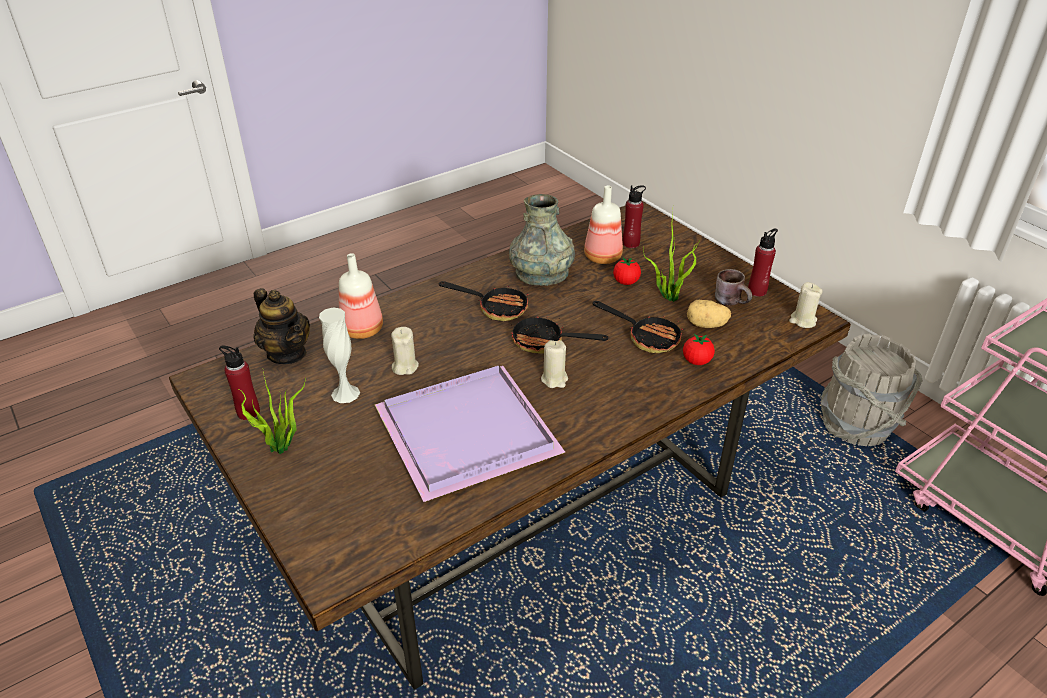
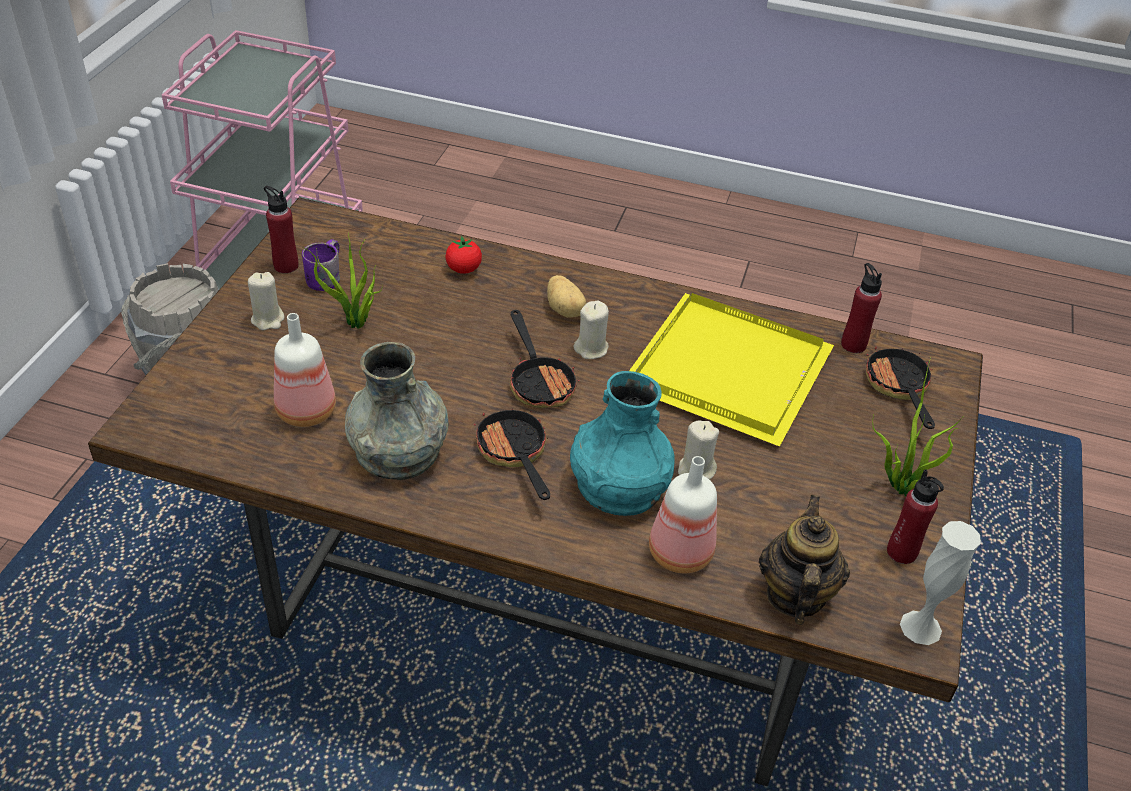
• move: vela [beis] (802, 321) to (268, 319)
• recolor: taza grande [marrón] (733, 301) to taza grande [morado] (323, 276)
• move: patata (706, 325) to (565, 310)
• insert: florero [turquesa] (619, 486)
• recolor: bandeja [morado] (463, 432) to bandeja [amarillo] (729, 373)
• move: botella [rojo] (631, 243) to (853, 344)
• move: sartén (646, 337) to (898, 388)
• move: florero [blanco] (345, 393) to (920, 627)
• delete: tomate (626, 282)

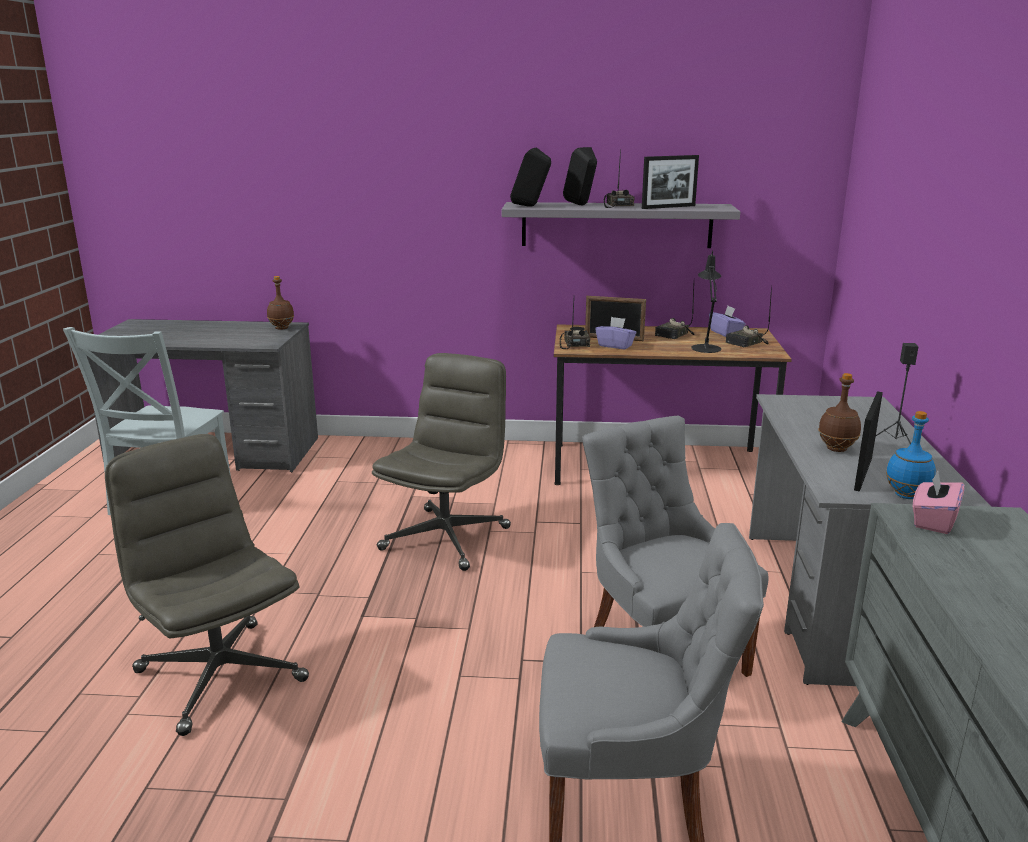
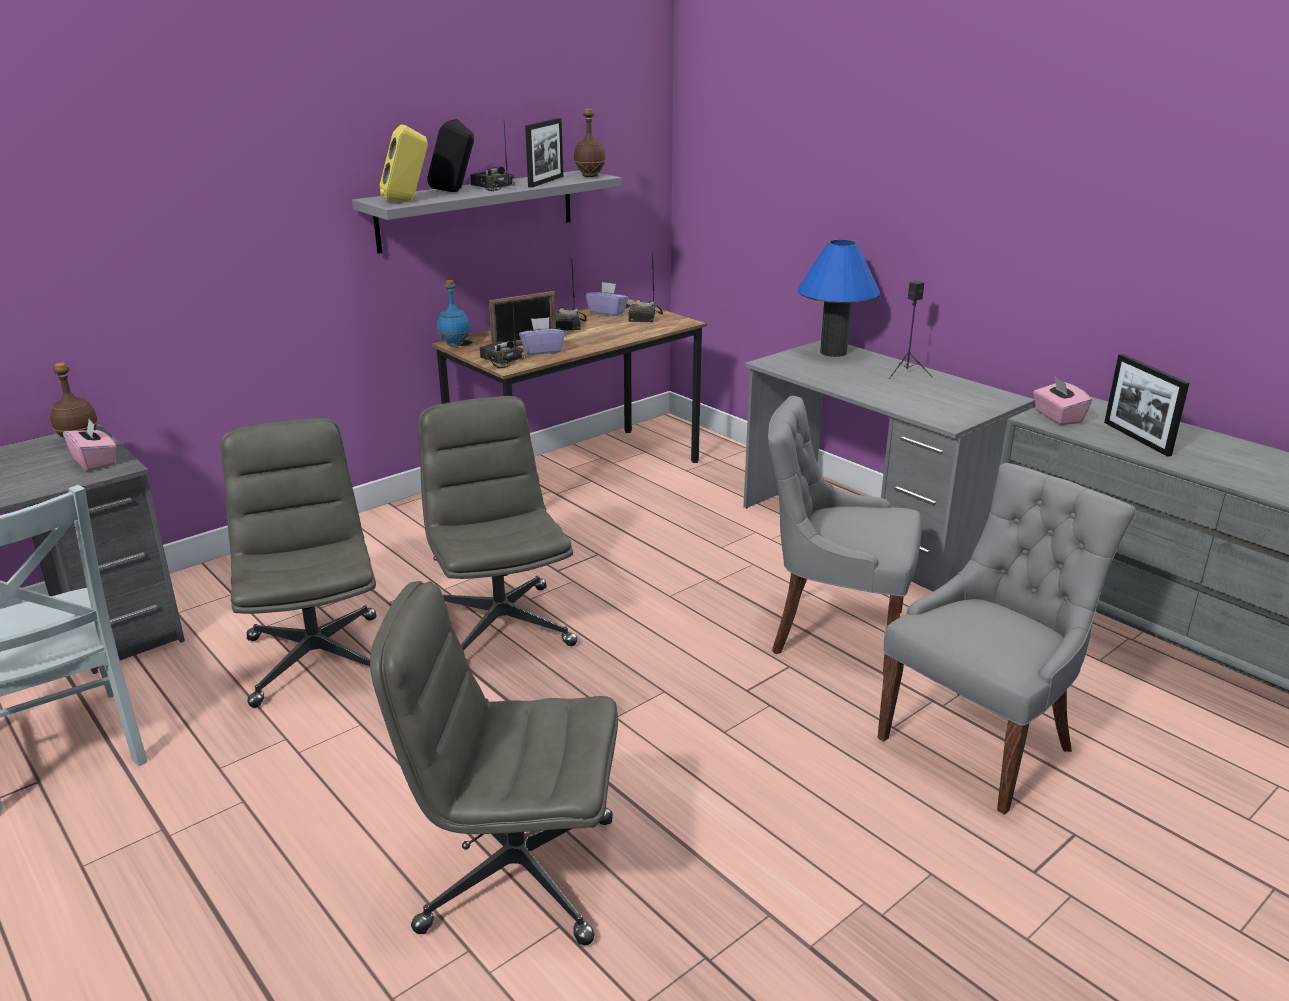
• insert: caja de pañuelos [rosa] (95, 462)
• insert: silla de oficina [gris] (316, 658)
• recolor: altavoz [negro] (531, 206) to altavoz [amarillo] (407, 201)
• move: botella [azul] (906, 496) to (454, 345)
• move: botella [marrón] (836, 449) to (590, 176)
• insert: lámpara de mesa [azul] (833, 352)
• move: portarretratos (863, 473) to (1136, 438)
• delete: lámpara de mesa [negro] (705, 347)

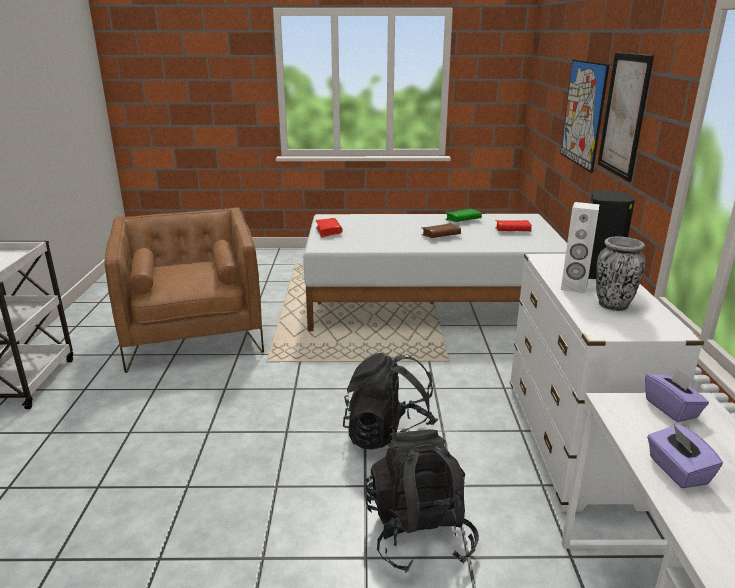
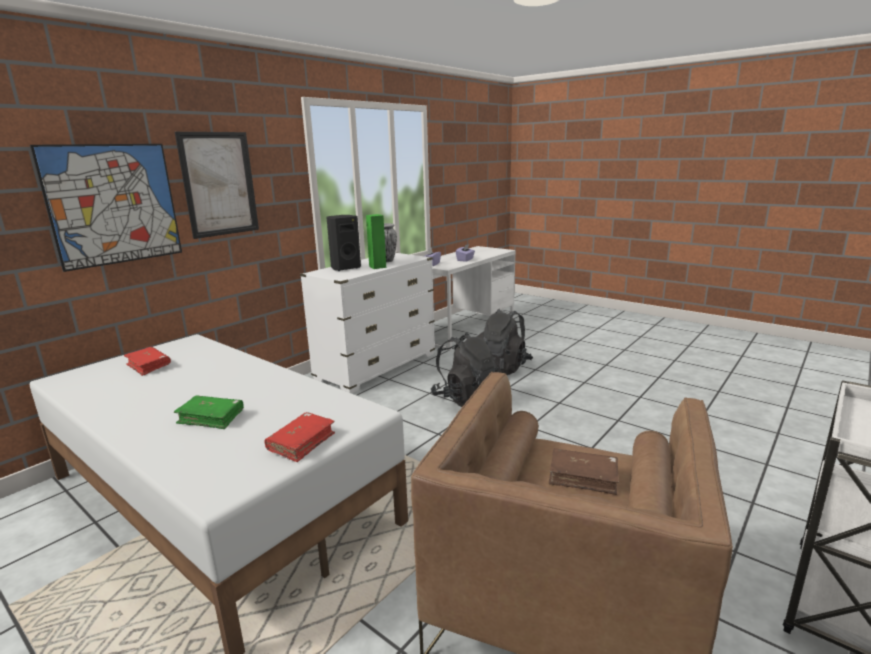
• move: libro [verde] (463, 220) to (211, 418)
• recolor: altavoz [blanco] (574, 287) to altavoz [verde] (378, 267)
• move: libro [marrón] (441, 236) to (583, 477)

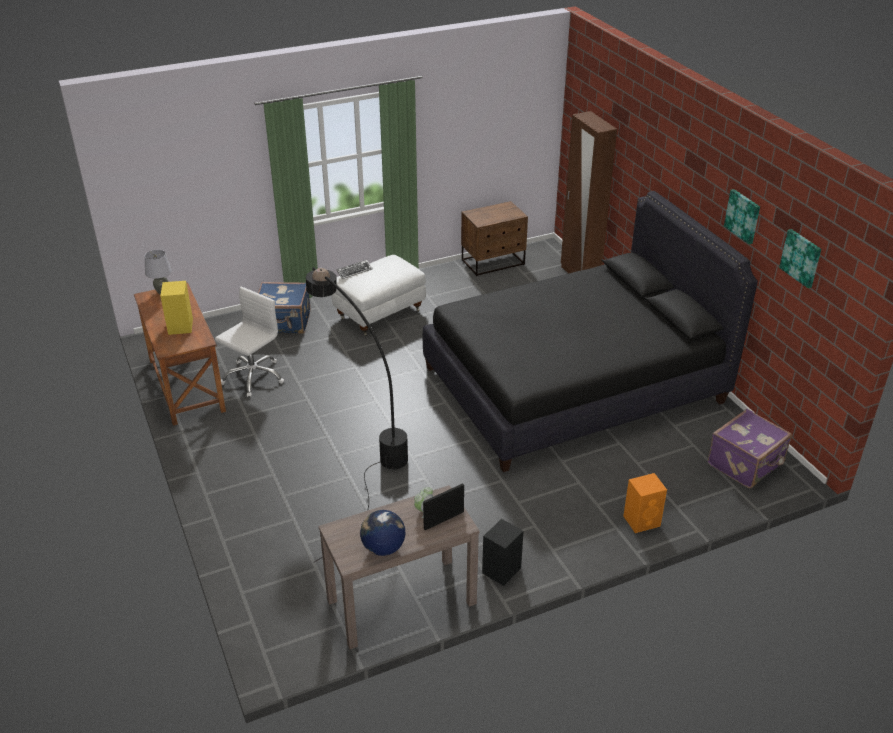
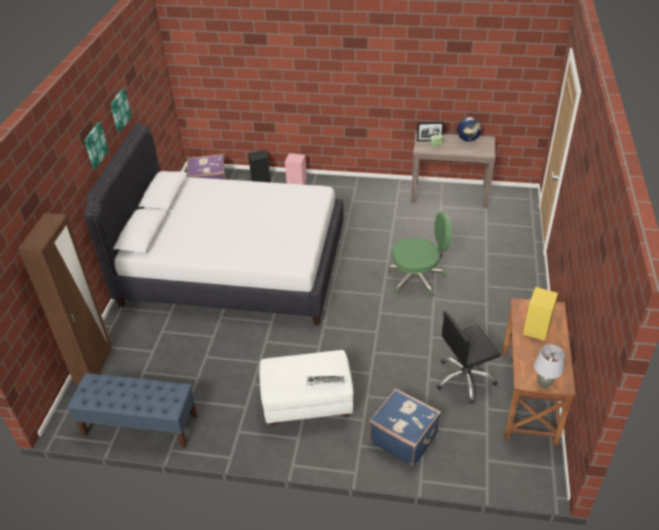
• replace: mesita de noche [marrón] (493, 262) to banco [azul] (140, 425)
• move: cuadro (801, 258) to (95, 145)
• recolor: cama [negro] (573, 384) to cama [blanco] (234, 267)
• move: altavoz [negro] (501, 571) to (261, 179)
• recolor: altavoz [naranja] (642, 521) to altavoz [rosa] (296, 183)
• replace: lámpara de pie [negro] (360, 451) to silla de oficina [verde] (417, 278)
• recolor: silla de oficina [blanco] (253, 377) to silla de oficina [negro] (464, 379)

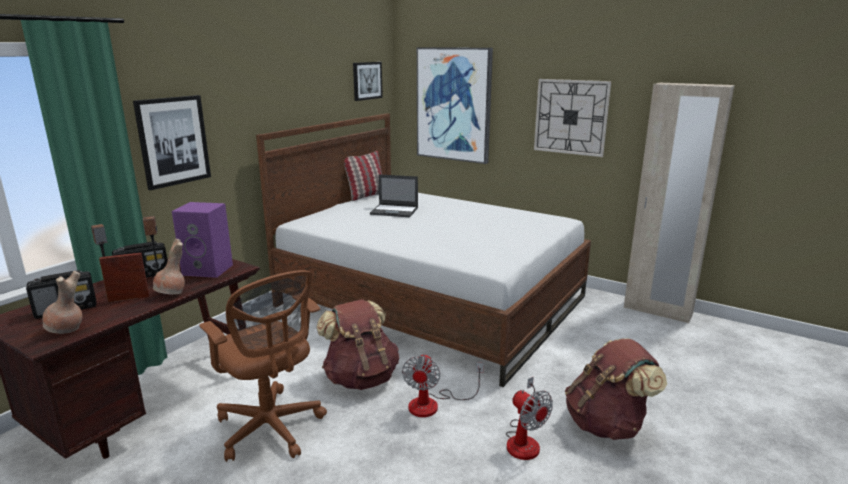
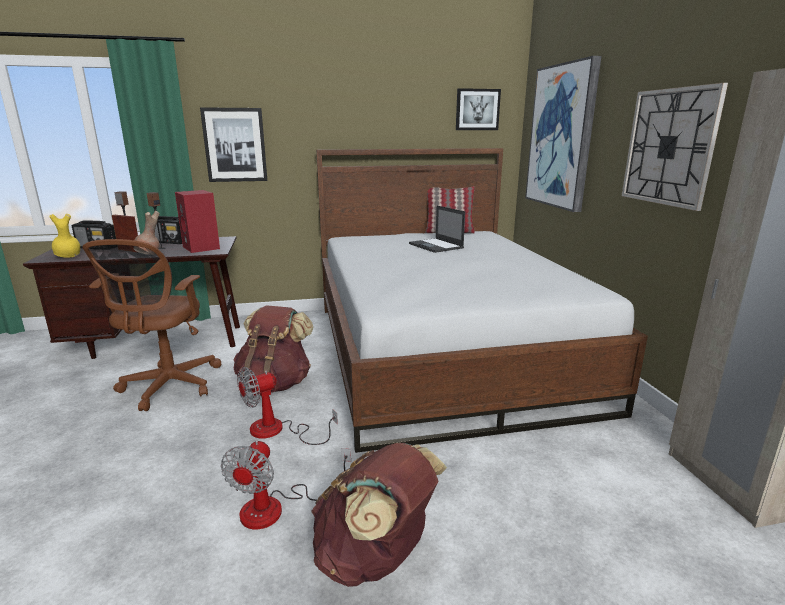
• recolor: florero [marrón] (66, 330) to florero [amarillo] (68, 256)
• recolor: altavoz [morado] (209, 269) to altavoz [rojo] (202, 248)

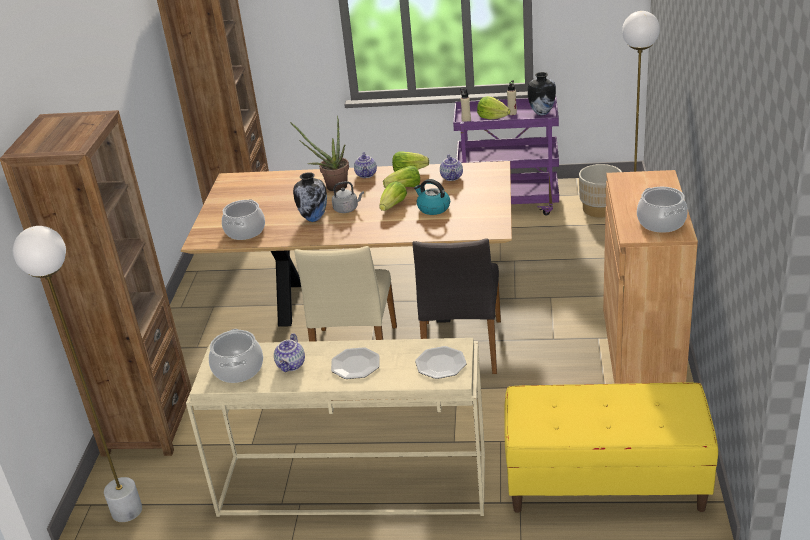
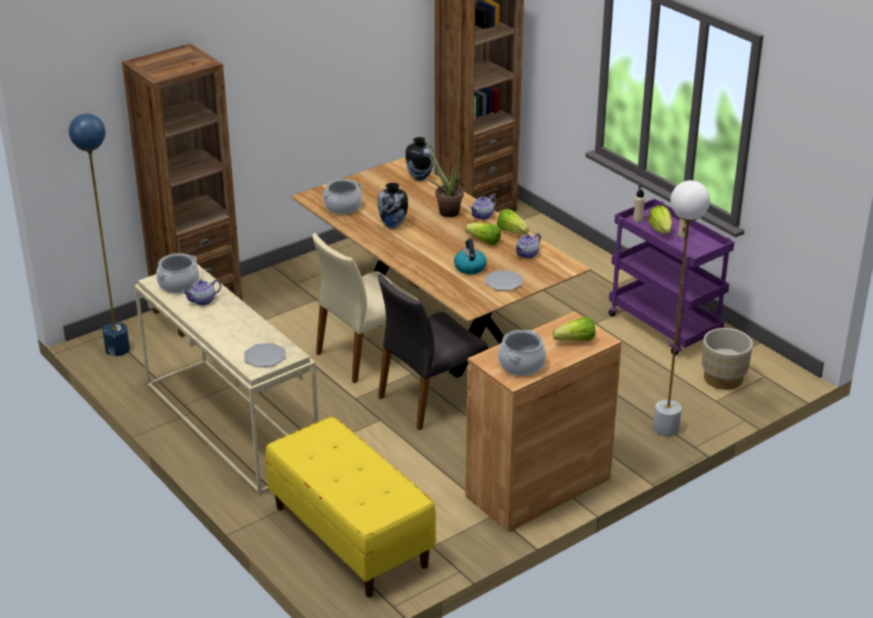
• recolor: lámpara de pie [blanco] (126, 511) to lámpara de pie [azul] (117, 349)
• move: florero (541, 113) to (420, 177)
• move: plato (355, 364) to (503, 281)
• move: lechuga (393, 206) to (576, 341)
• delete: hervidor [gris] (347, 209)

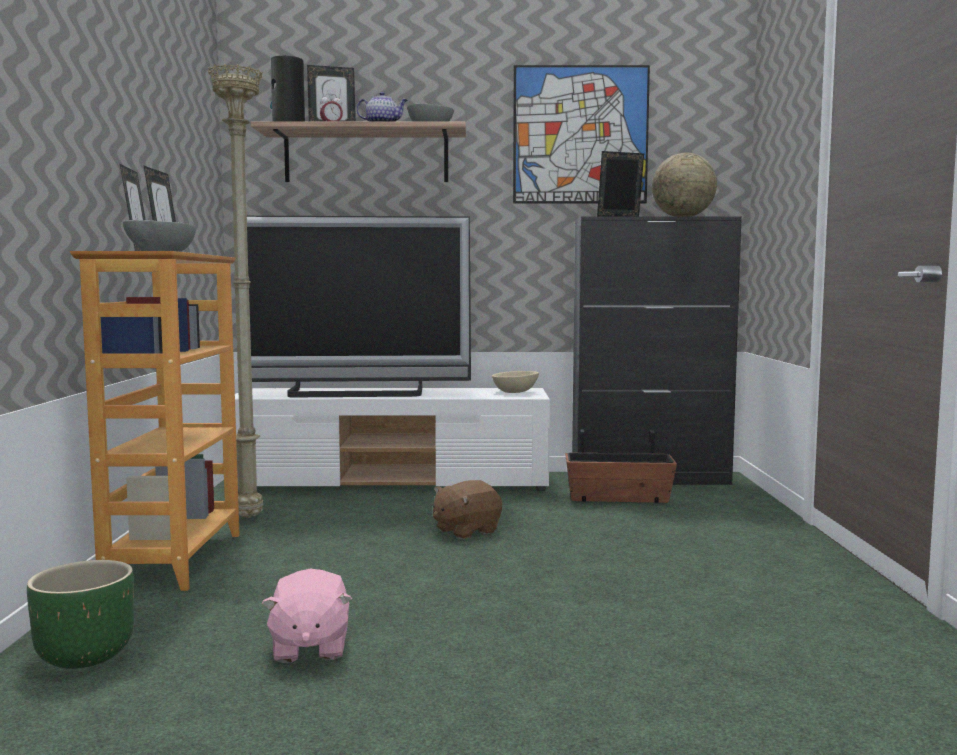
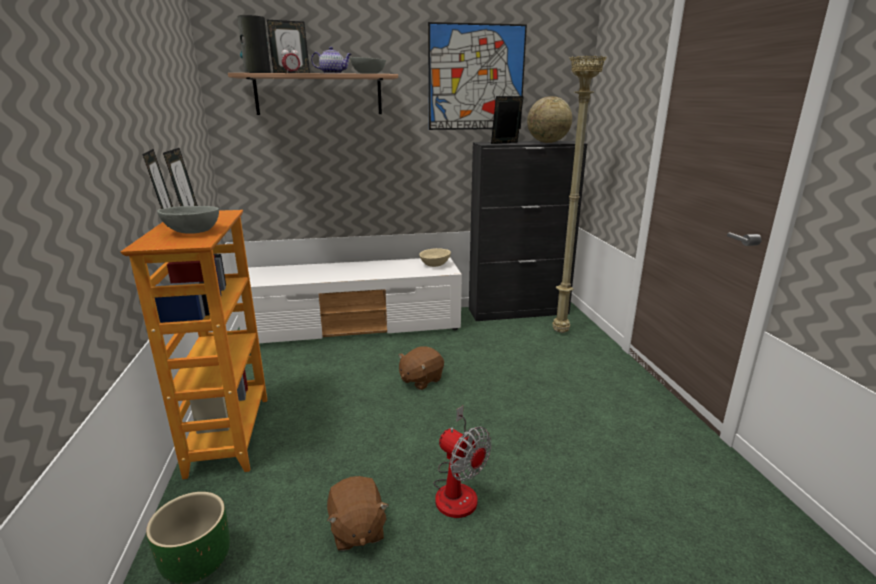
• recolor: peluche [rosa] (309, 648) to peluche [marrón] (356, 530)
• insert: ventilador (457, 489)
• move: lámpara de pie [beis] (249, 517) to (560, 331)
• delete: televisor (357, 393)
• delete: maceta (618, 498)

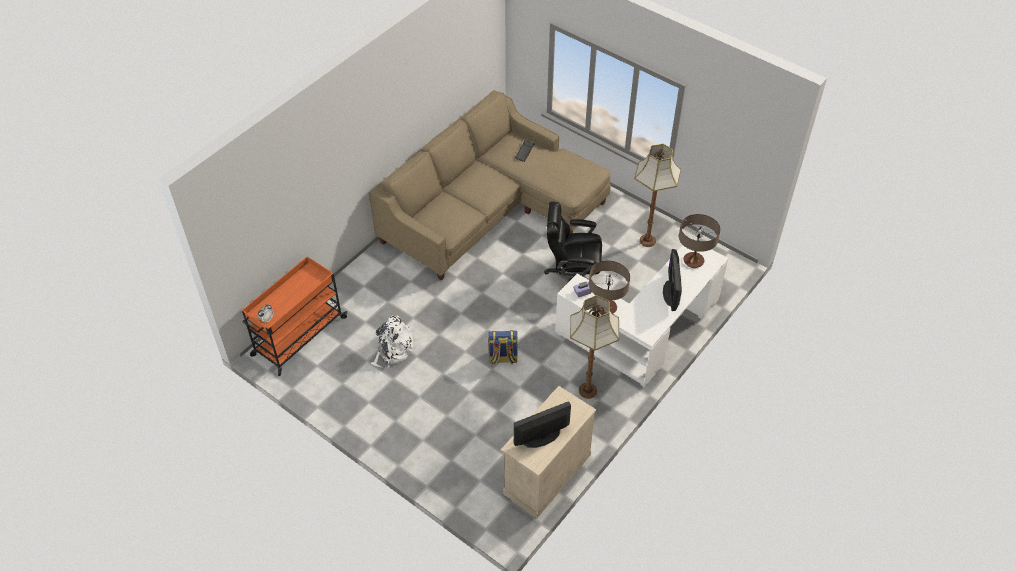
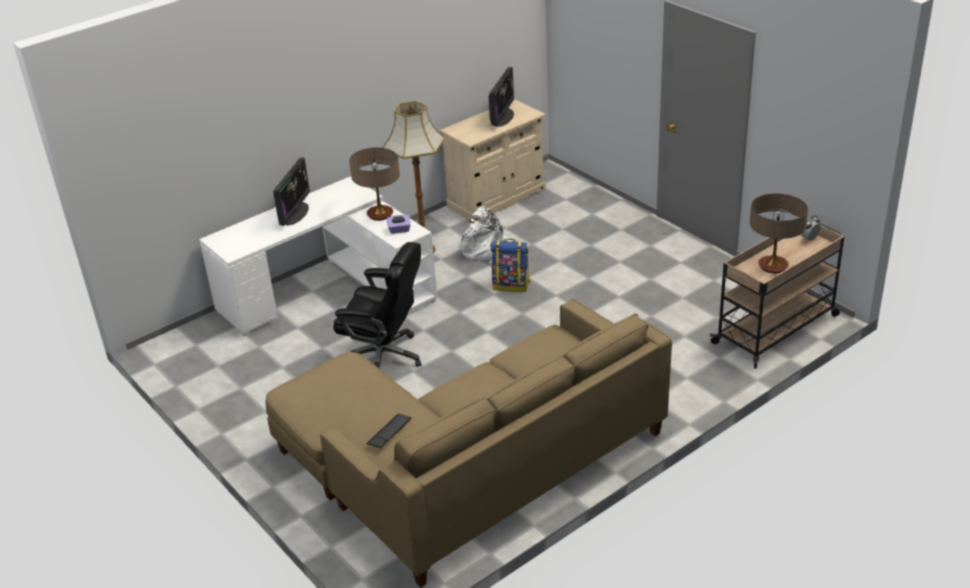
• move: mochila [blanco] (393, 350) to (486, 250)
• rotate: monitor (541, 437) = (502, 117) 60 degrees counterclockwise
• recolor: carrito [naranja] (298, 337) to carrito [beis] (776, 329)
• move: lámpara de mesa (693, 261) to (773, 266)
• delete: lámpara de pie (648, 240)

